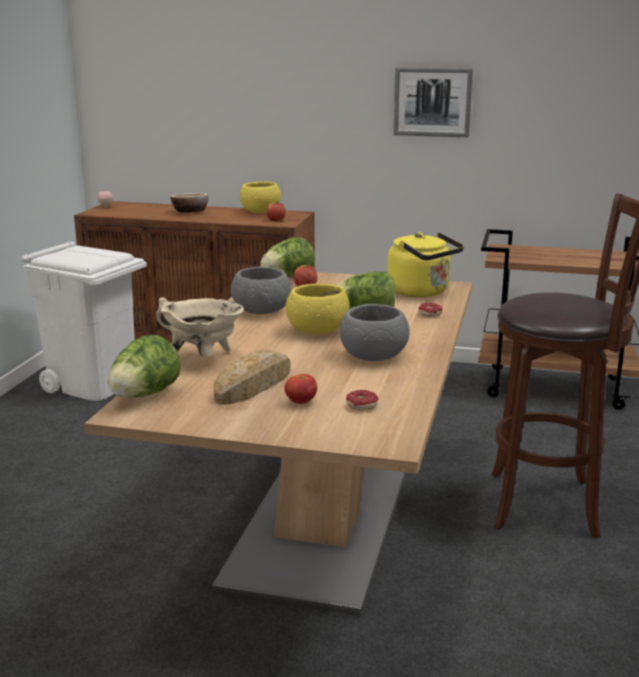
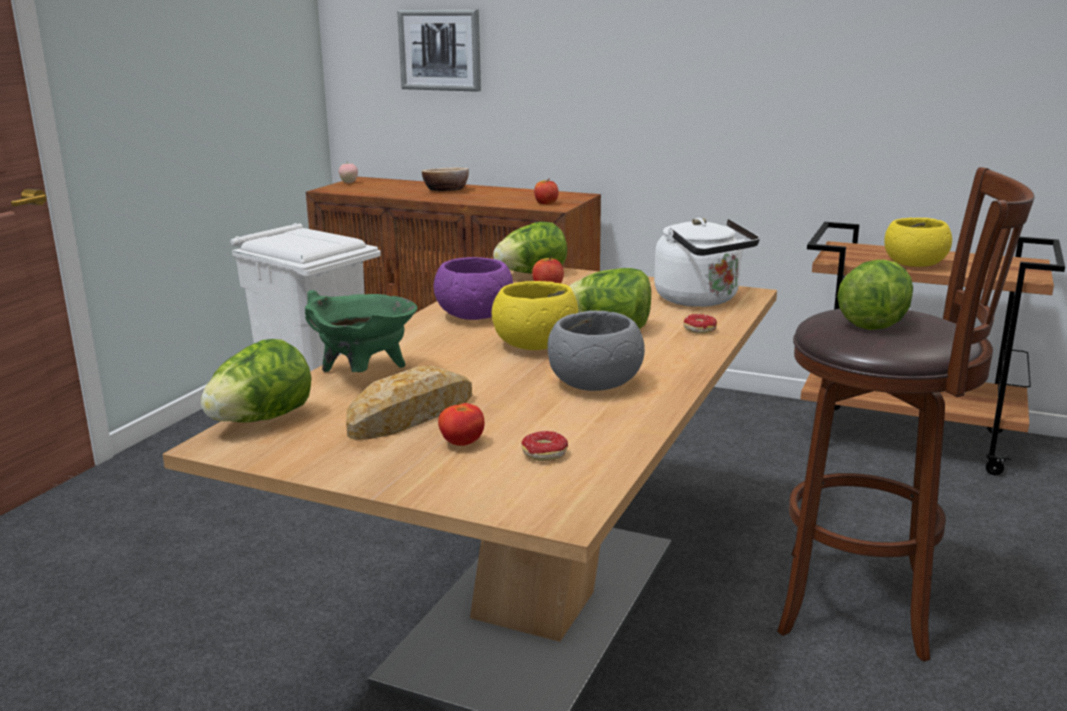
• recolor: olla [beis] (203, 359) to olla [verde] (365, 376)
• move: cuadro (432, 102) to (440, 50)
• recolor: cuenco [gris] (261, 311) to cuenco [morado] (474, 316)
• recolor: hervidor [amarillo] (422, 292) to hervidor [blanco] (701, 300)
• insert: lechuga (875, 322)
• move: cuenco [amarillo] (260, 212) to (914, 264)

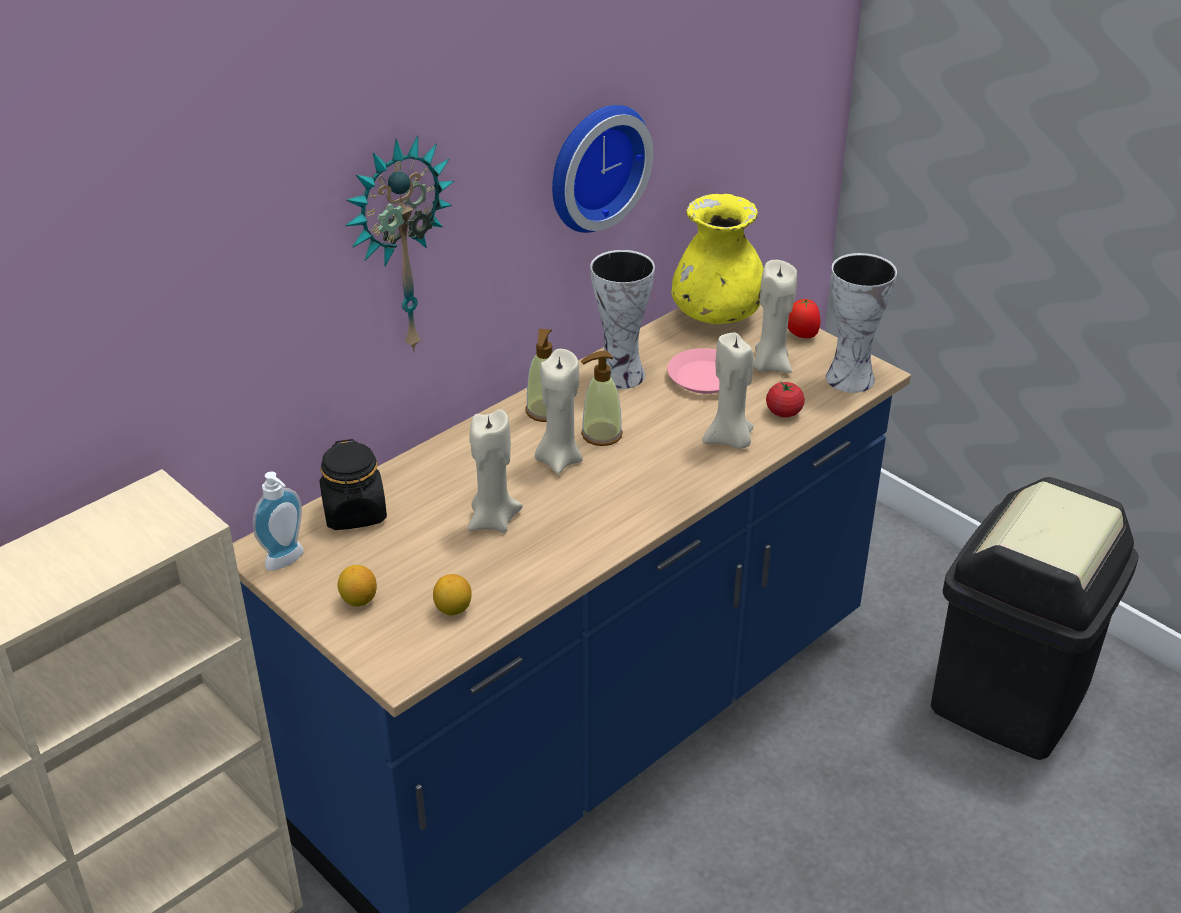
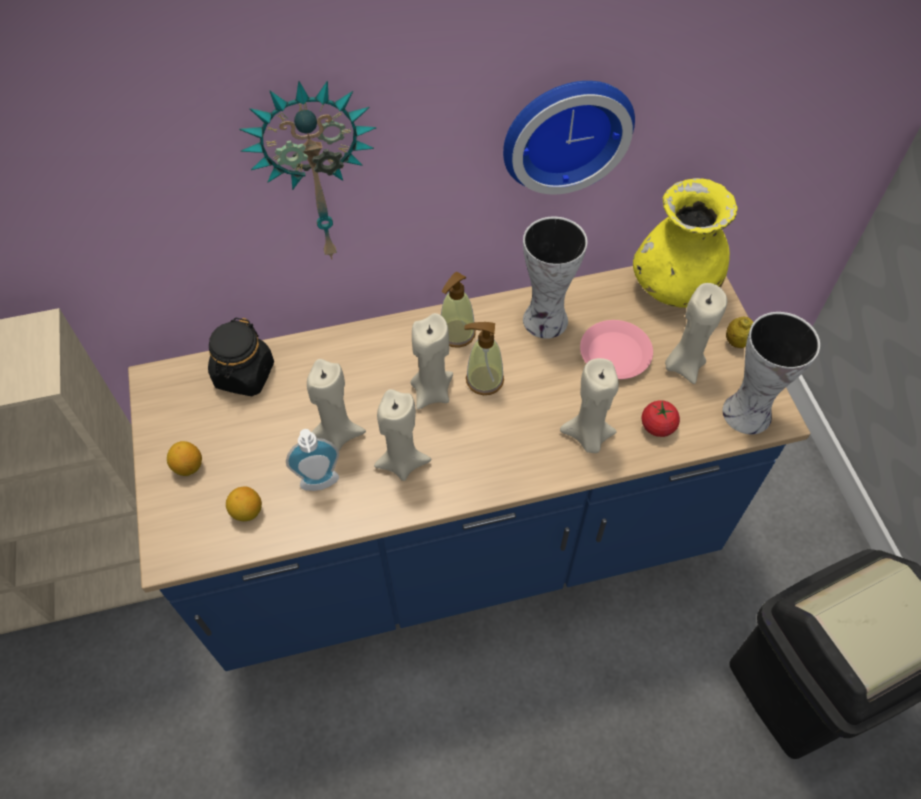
• move: dispensador de jabón (287, 561) to (320, 485)
• insert: vela [beis] (402, 462)
• replace: tomate (801, 335) to limón (736, 342)

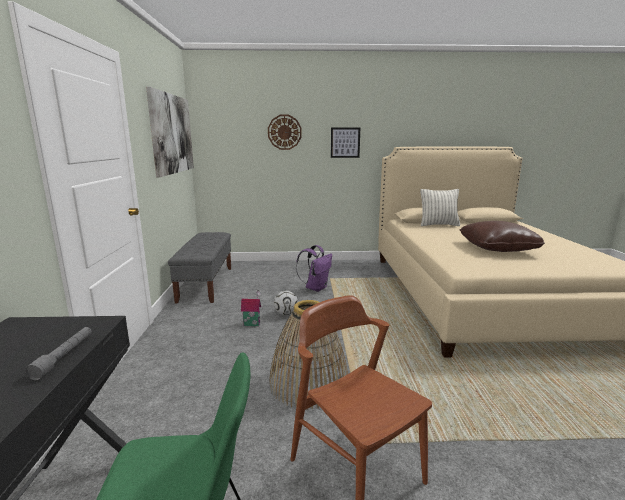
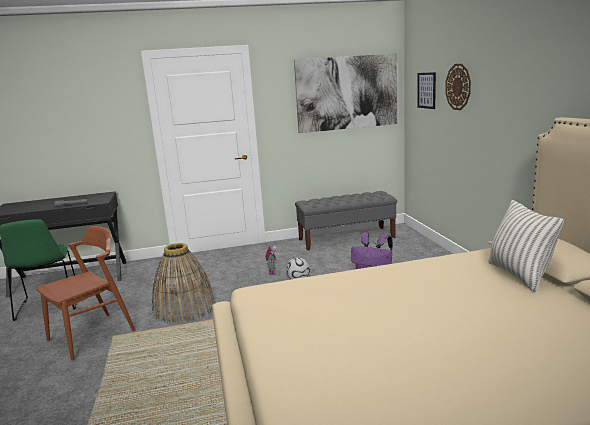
• move: cuadro (345, 142) to (426, 90)
• delete: cojín [marrón] (497, 248)

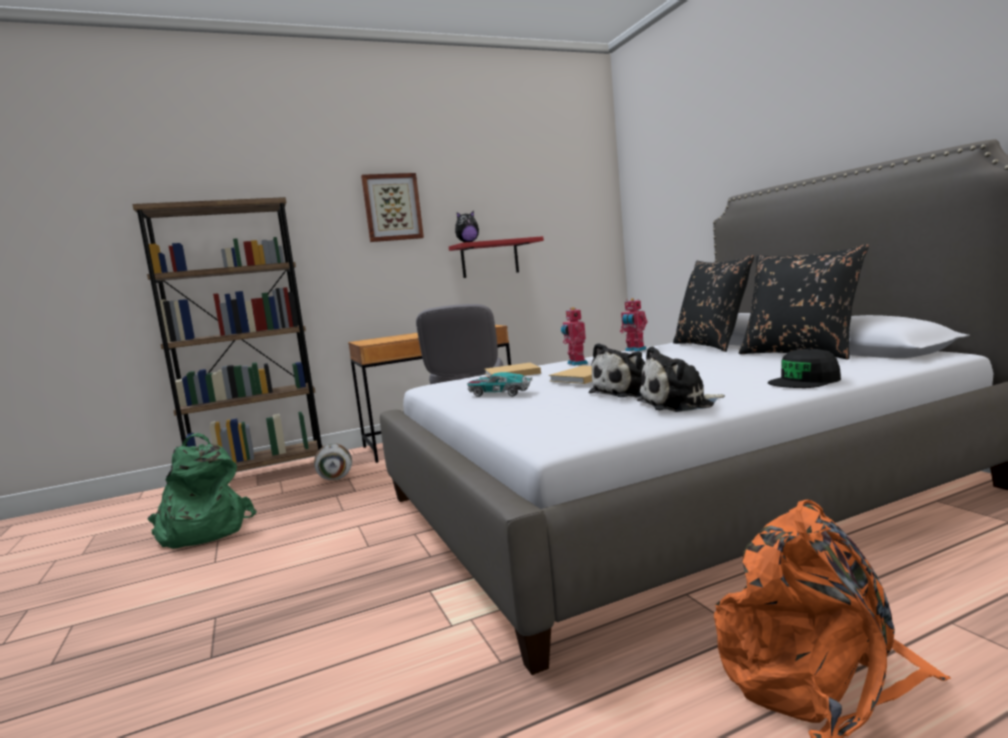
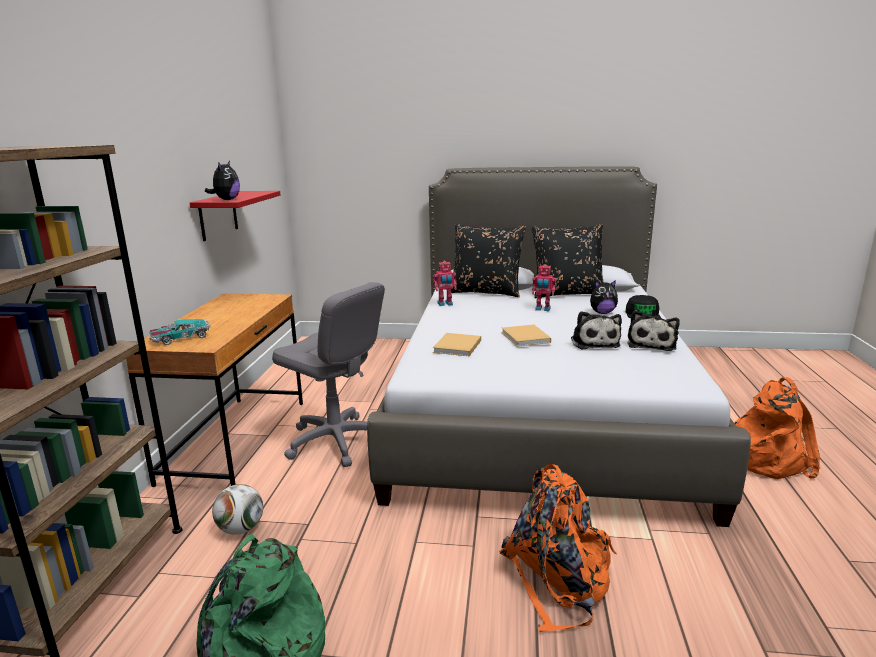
• move: coche de juguete (499, 393) to (180, 338)
• insert: mochila [naranja] (558, 578)
• move: robot de juguete (576, 364) to (542, 309)
• insert: peluche (602, 313)
• delete: cuadro (392, 207)

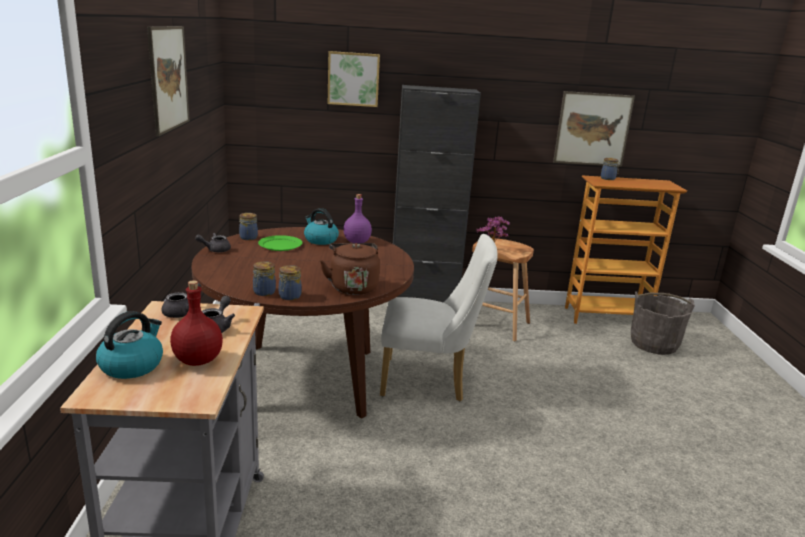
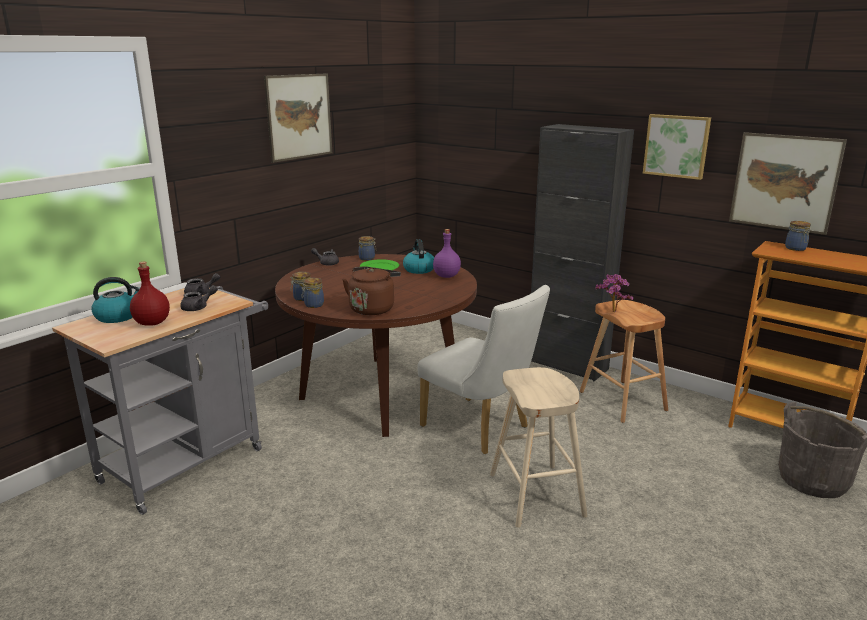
• insert: taburete [beis] (536, 494)
• move: cuadro (353, 79) to (676, 146)

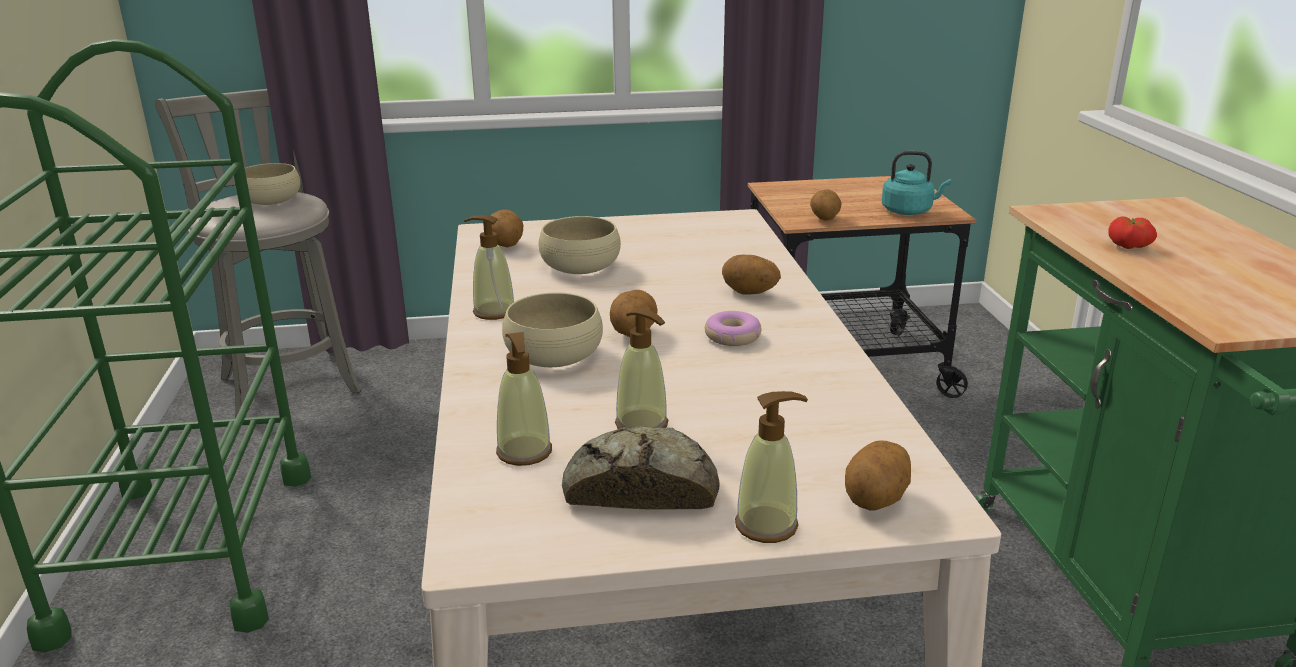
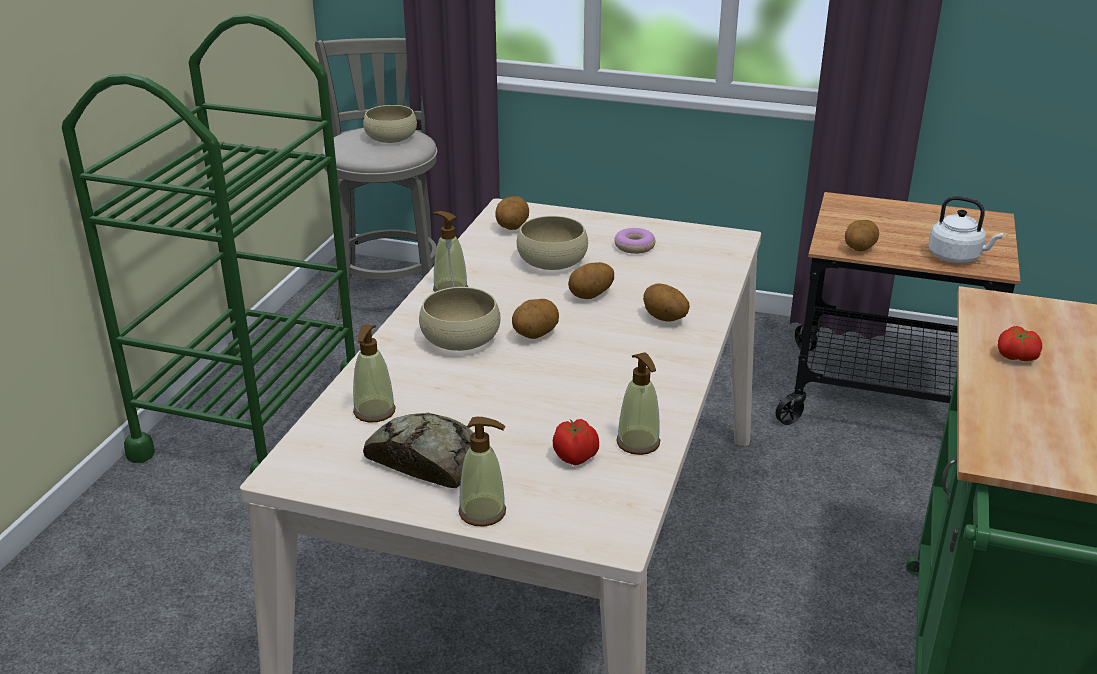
• insert: tomate (576, 457)
• move: patata (876, 500) to (591, 296)
• move: rosquilla (732, 336) to (634, 246)
• move: dispensador de jabón (642, 424) to (638, 443)
• recolor: hervidor [turquesa] (909, 211) to hervidor [blanco] (957, 257)

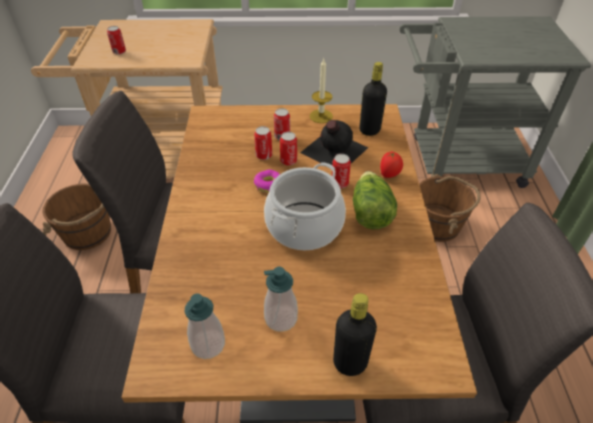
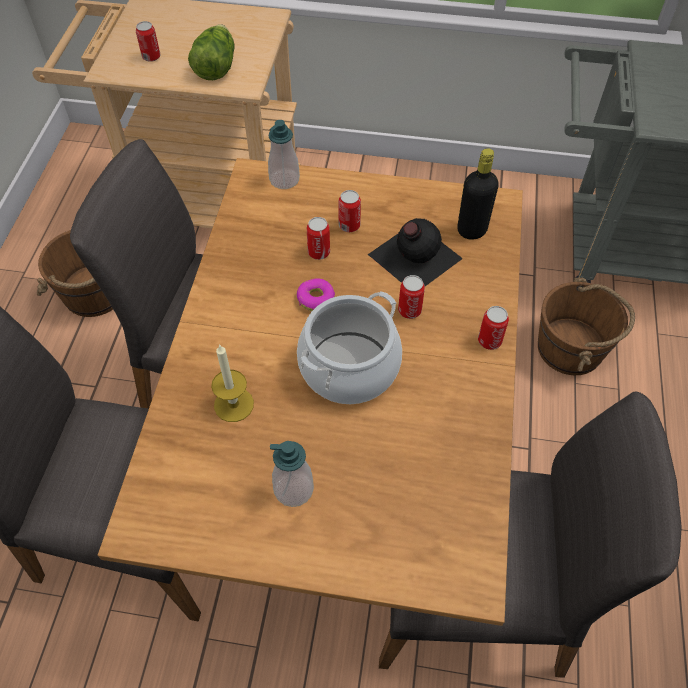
• move: lechuga (370, 212) to (215, 66)
• move: vela (321, 116) to (233, 404)
• move: dispensador de jabón (208, 344) to (284, 180)
• move: lata (288, 161) to (489, 341)
• delete: botella [negro] (350, 362)
• delete: tomate (389, 175)

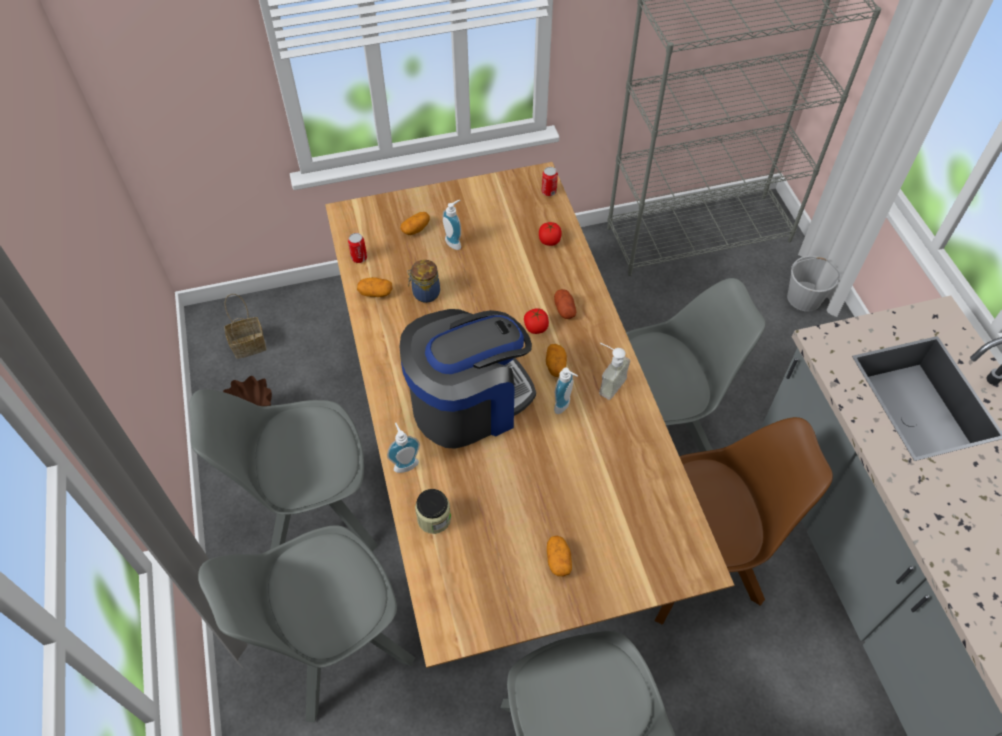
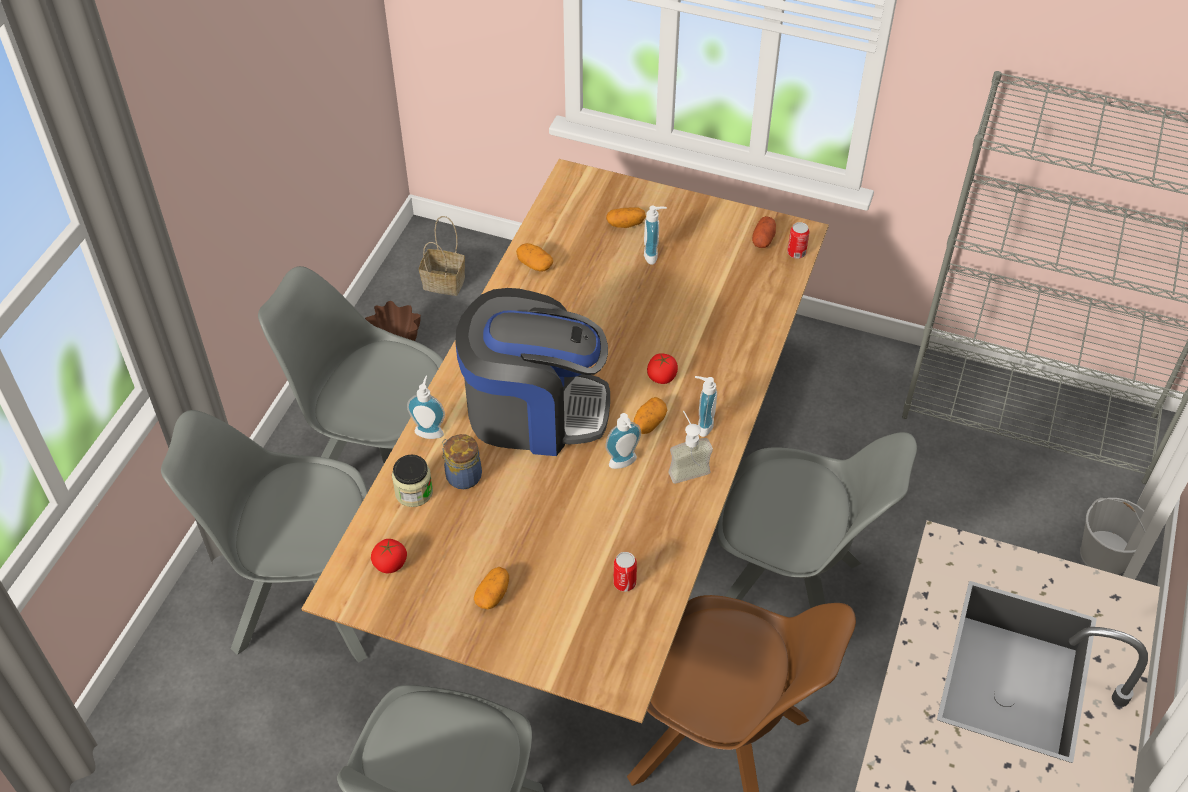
• move: tomate (549, 241) to (390, 564)
• move: tarro (425, 293) to (462, 476)
• move: lata (359, 258) to (624, 583)
• insert: dispensador de jabón (702, 425)
• move: patata (564, 309) to (763, 239)

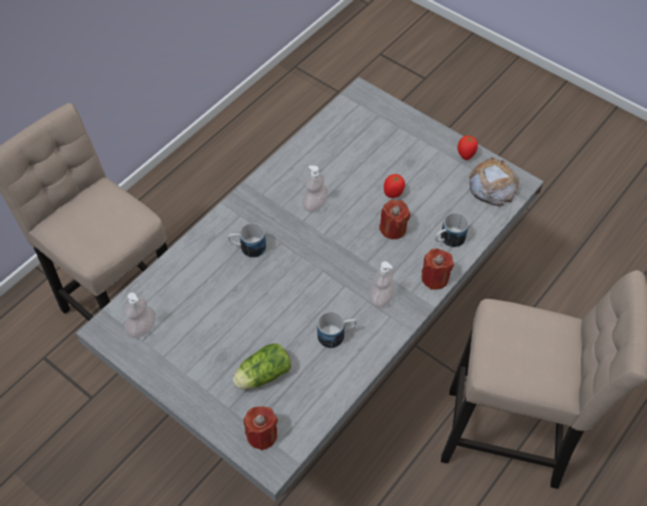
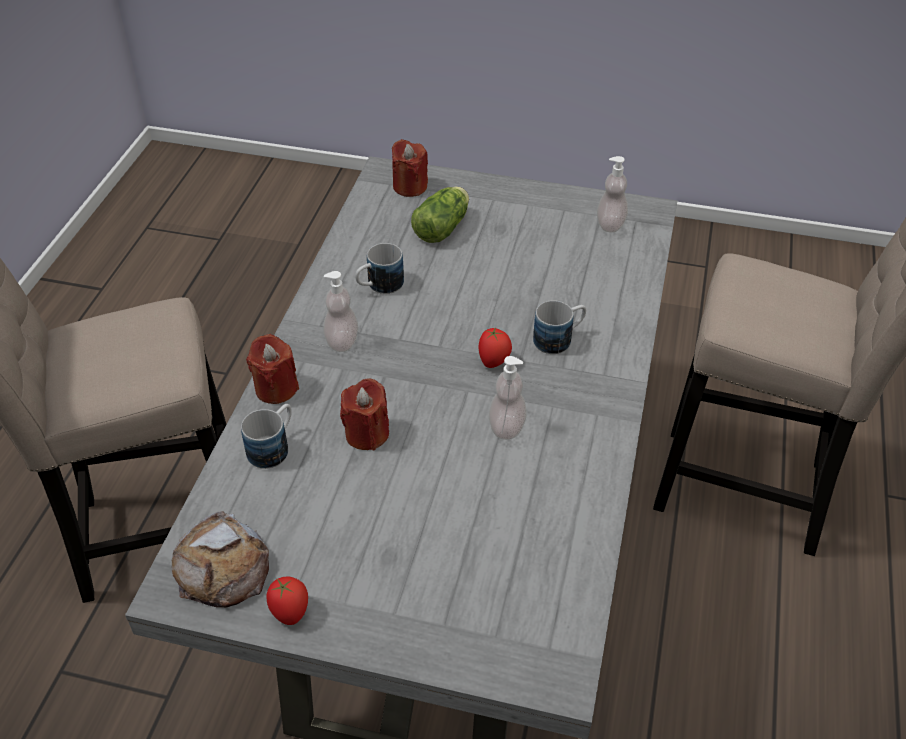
• move: tomate (393, 193) to (494, 362)

